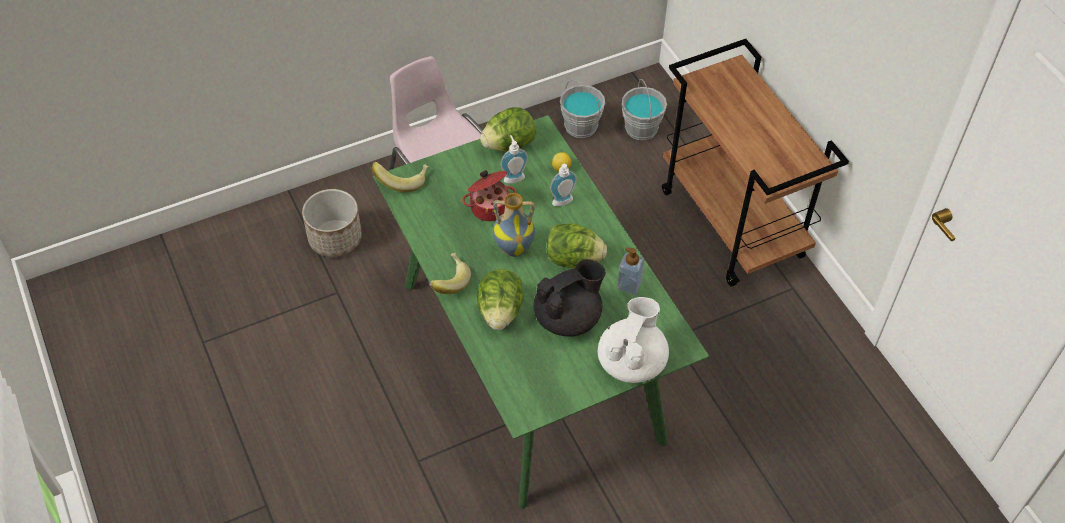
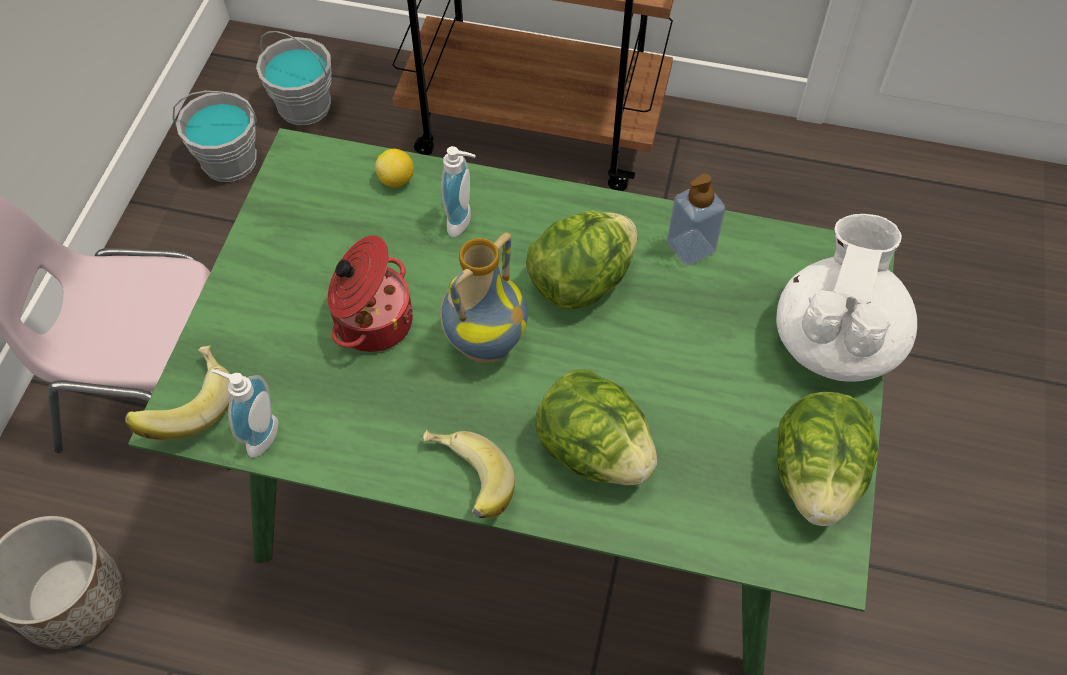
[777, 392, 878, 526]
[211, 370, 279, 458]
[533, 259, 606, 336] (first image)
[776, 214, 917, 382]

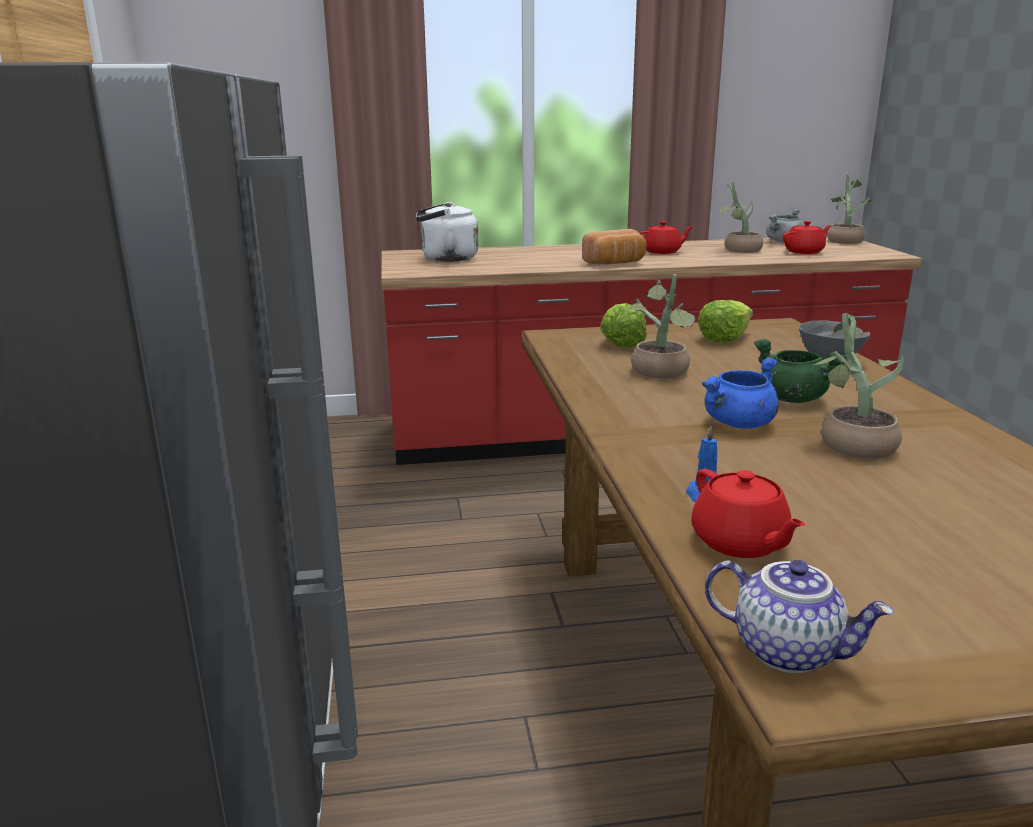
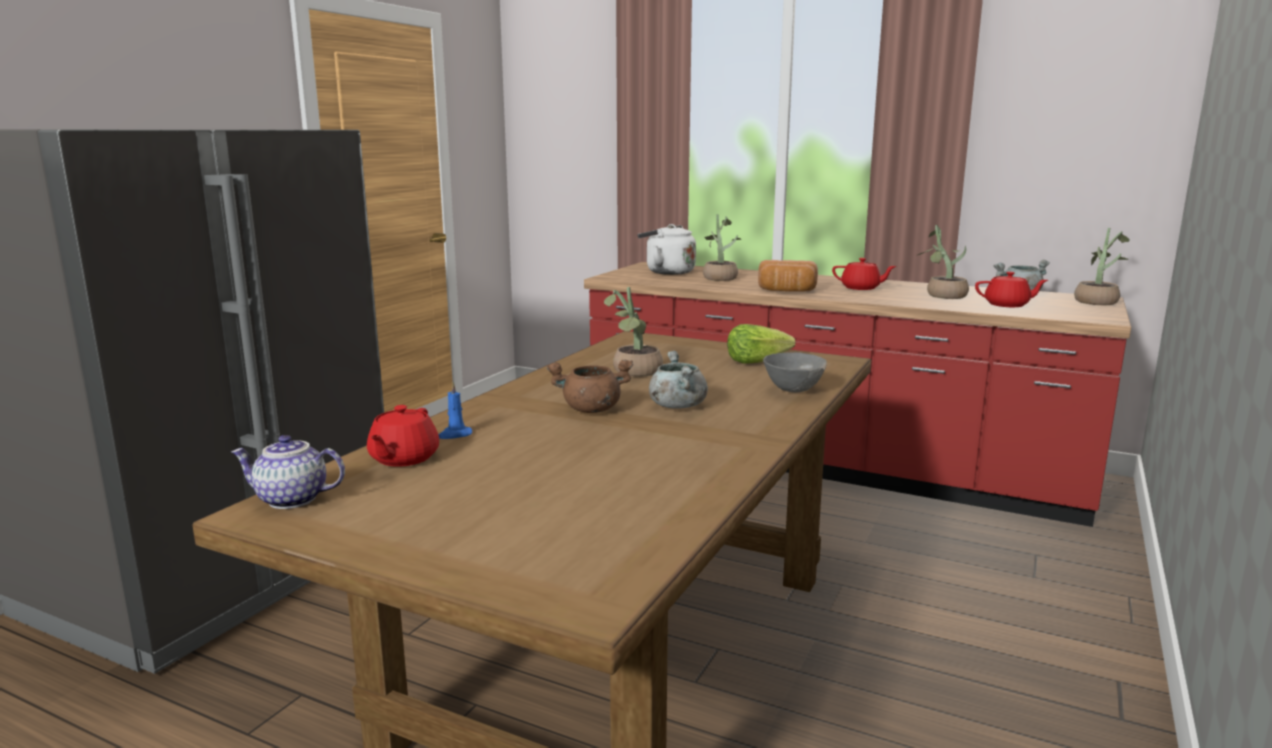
[600, 303, 647, 348] (first image)
[546, 359, 633, 413]
[231, 435, 345, 509]
[649, 351, 708, 409]
[703, 214, 742, 281]

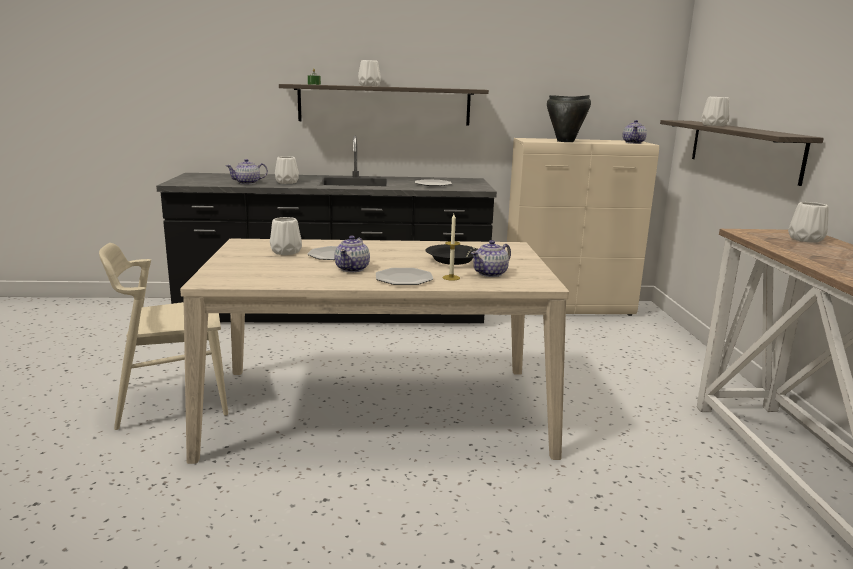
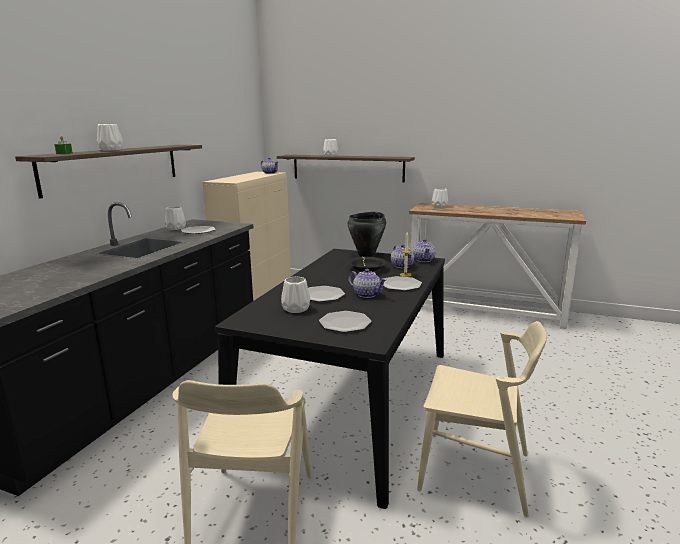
[215, 249, 445, 509]
[413, 239, 436, 262]
[165, 206, 186, 230]
[347, 212, 386, 257]
[319, 311, 372, 332]
[417, 321, 547, 517]

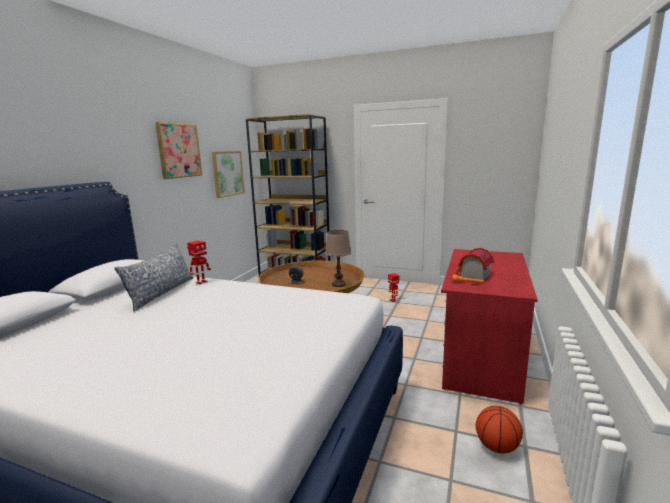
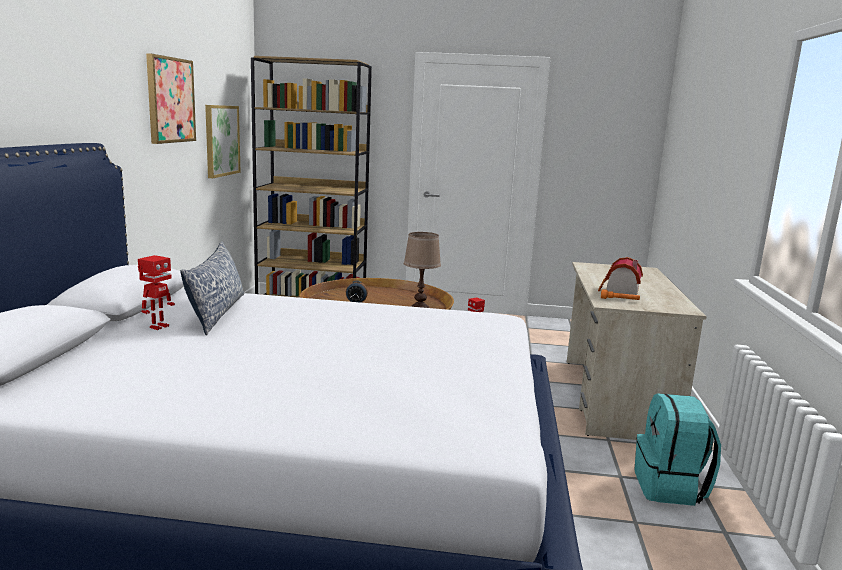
[138, 255, 175, 330]
[567, 262, 707, 440]
[635, 393, 721, 506]

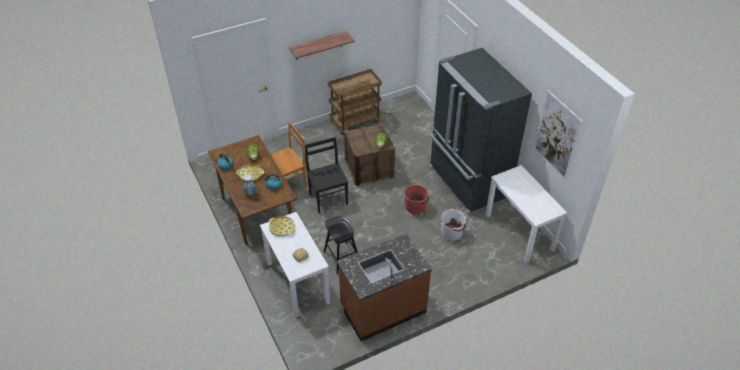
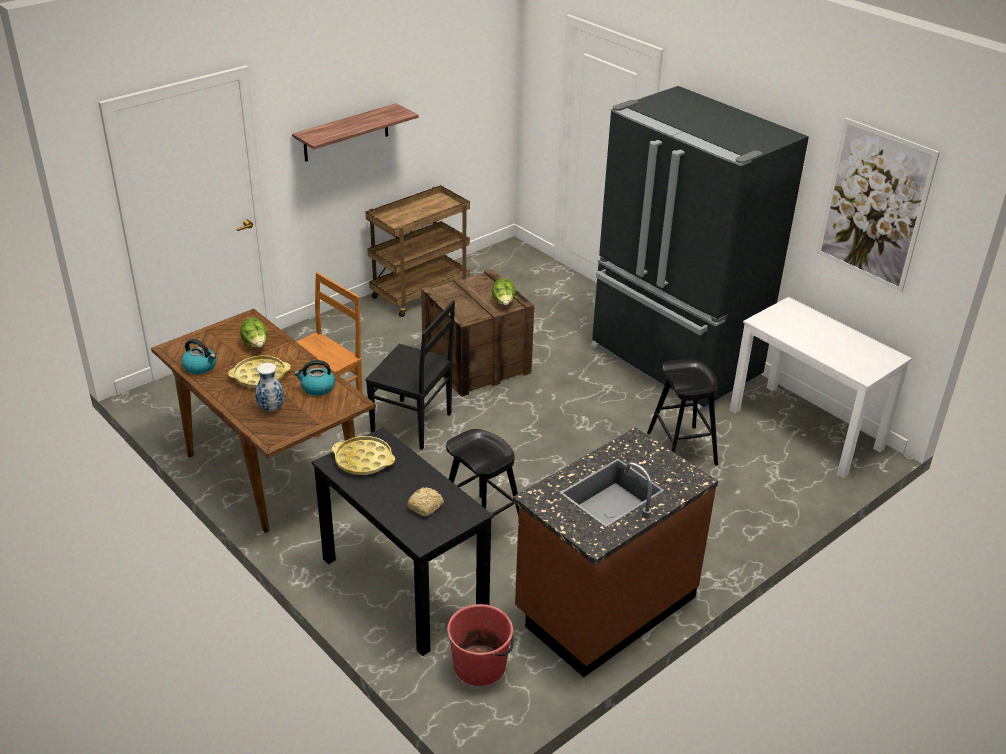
[312, 427, 494, 656]
[365, 300, 455, 450]
[447, 604, 514, 686]
[647, 359, 718, 466]

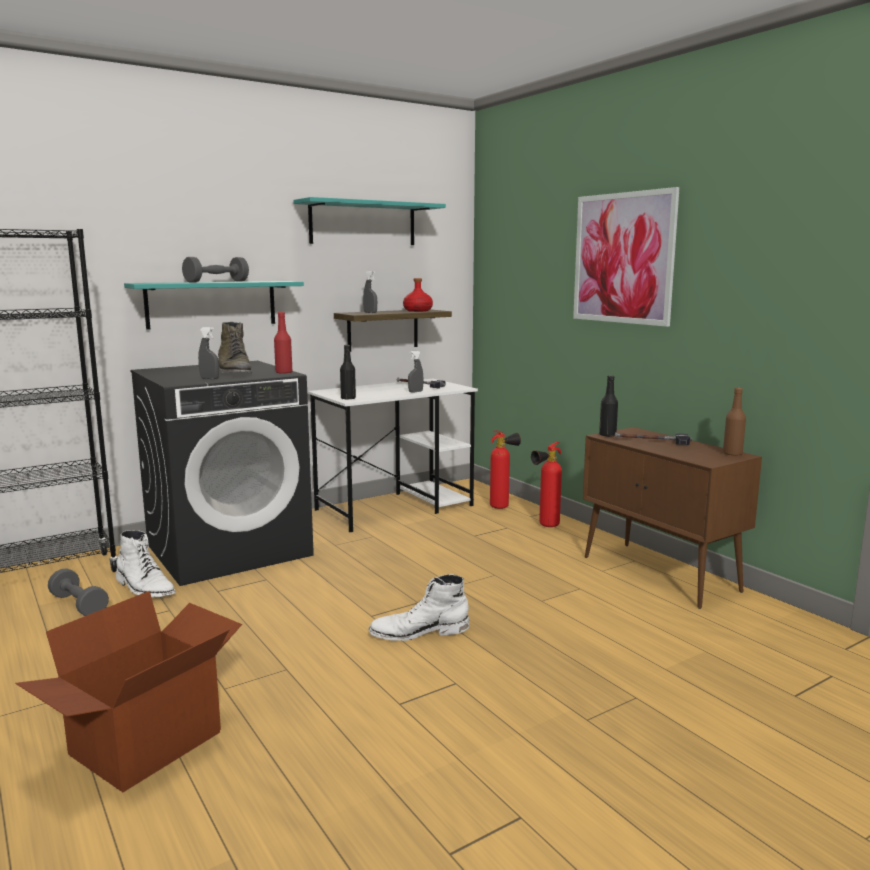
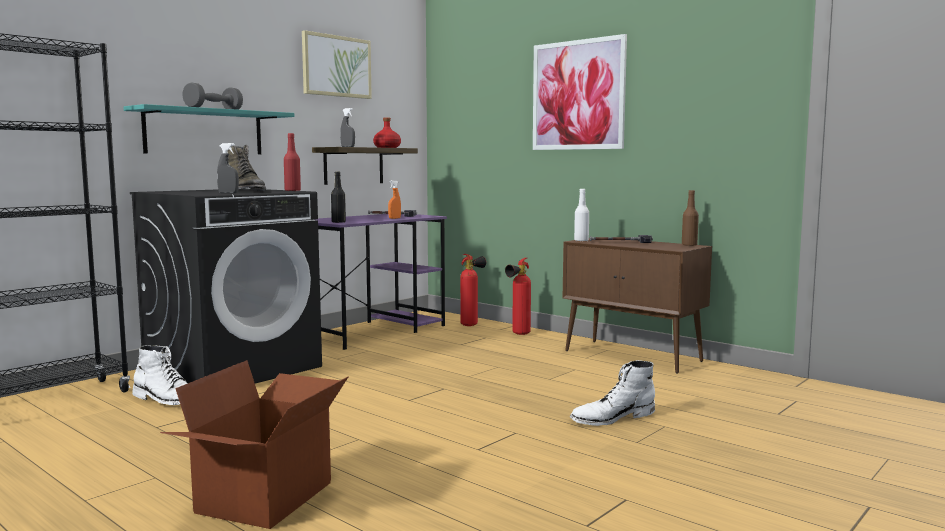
[48, 568, 109, 616] (first image)
[302, 30, 372, 99]
[314, 214, 447, 350]
[570, 360, 655, 426]
[388, 180, 401, 219]
[574, 189, 589, 241]

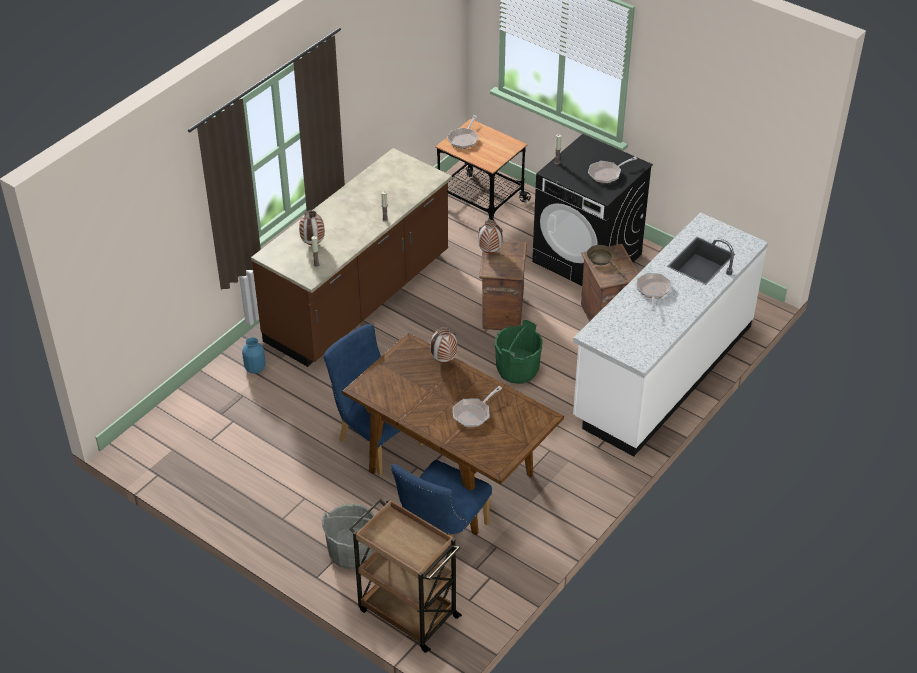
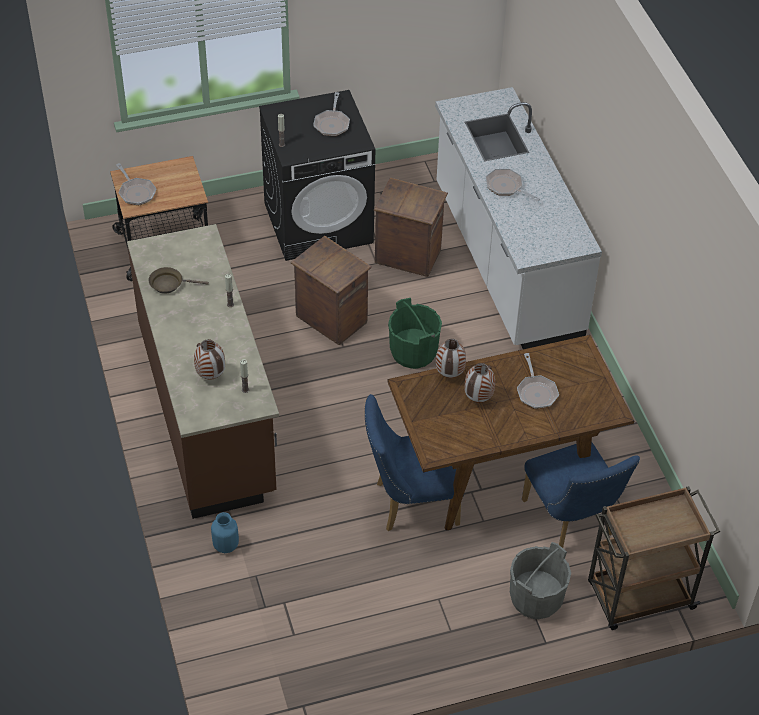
[464, 363, 495, 403]
[148, 267, 209, 294]

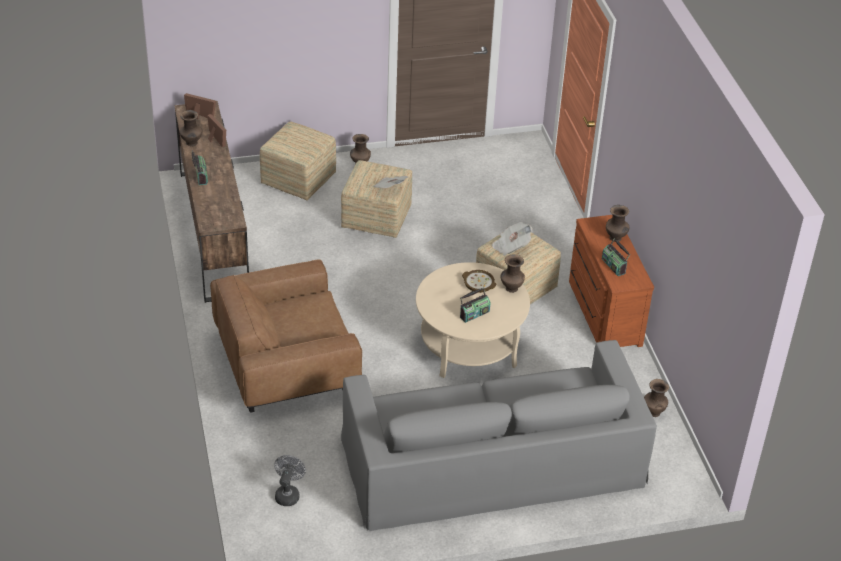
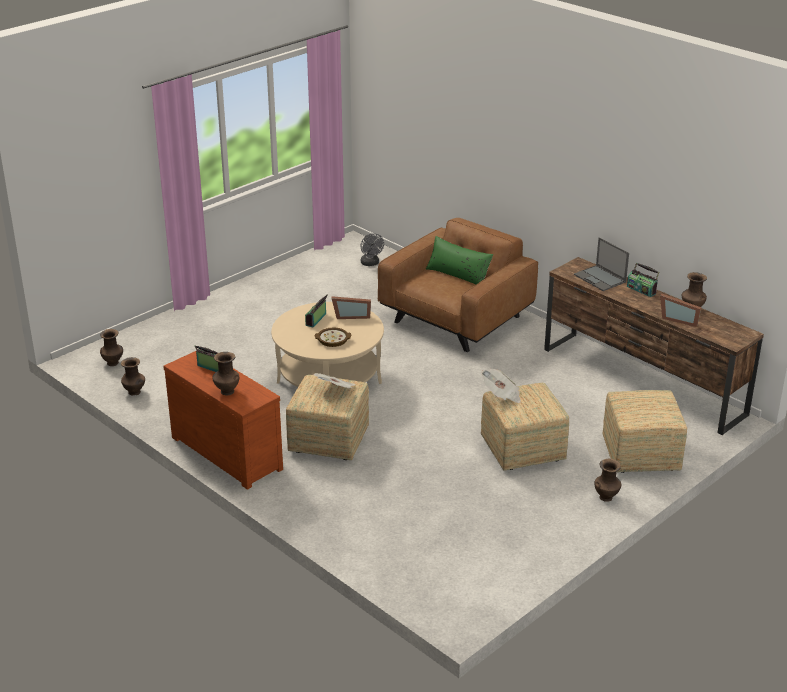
[331, 296, 371, 319]
[341, 340, 657, 531] (first image)
[100, 329, 123, 366]
[426, 236, 493, 285]
[574, 237, 629, 291]

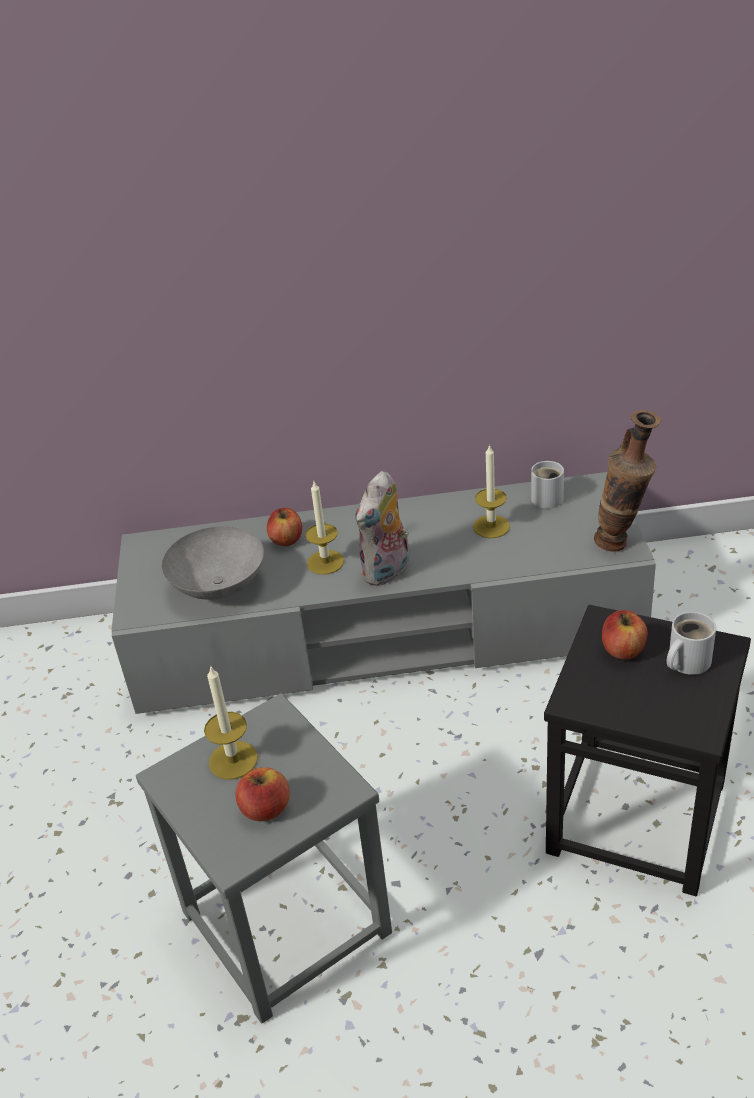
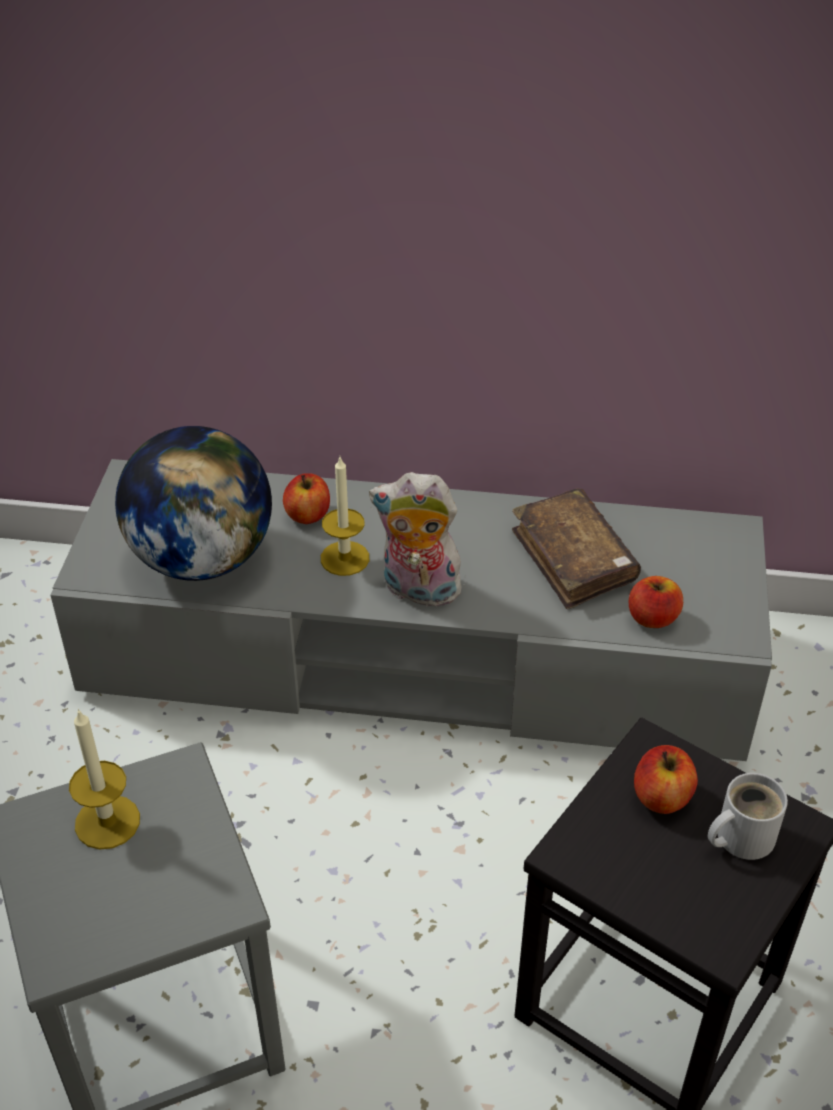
[115, 426, 272, 581]
[629, 576, 683, 628]
[369, 472, 469, 607]
[512, 488, 641, 610]
[531, 461, 564, 509] (first image)
[594, 410, 661, 552] (first image)

